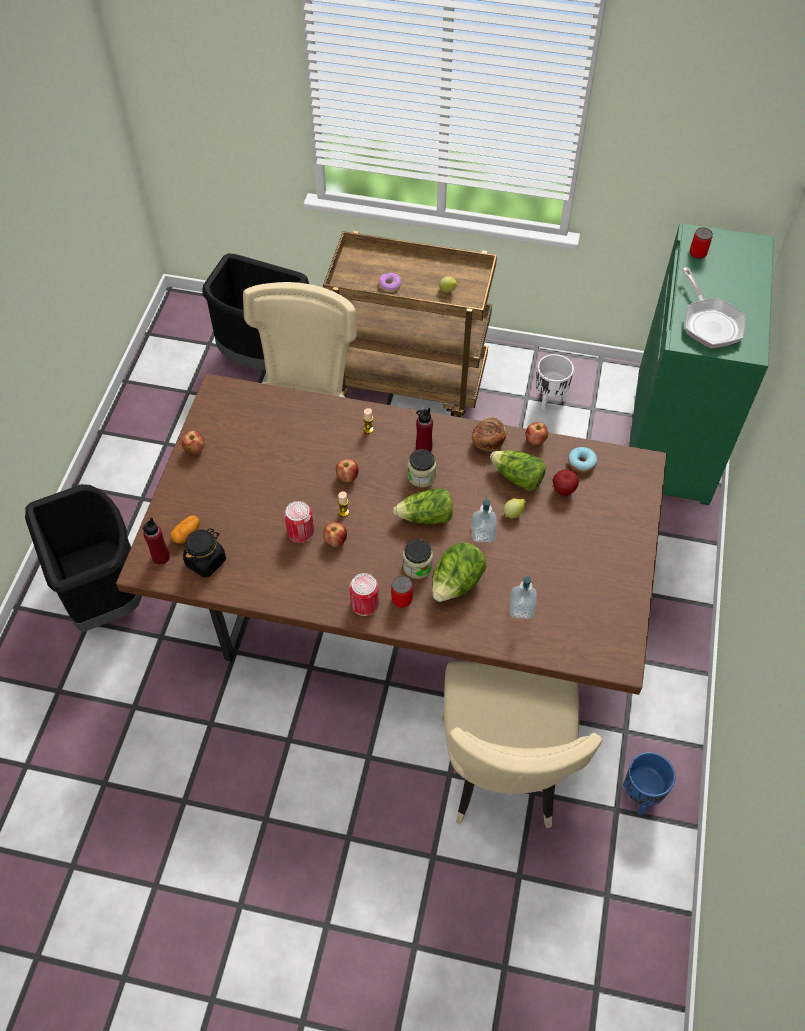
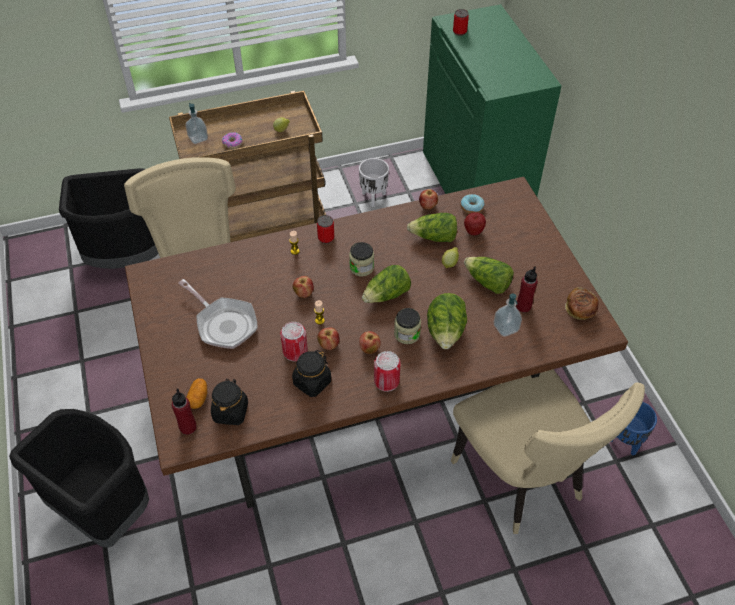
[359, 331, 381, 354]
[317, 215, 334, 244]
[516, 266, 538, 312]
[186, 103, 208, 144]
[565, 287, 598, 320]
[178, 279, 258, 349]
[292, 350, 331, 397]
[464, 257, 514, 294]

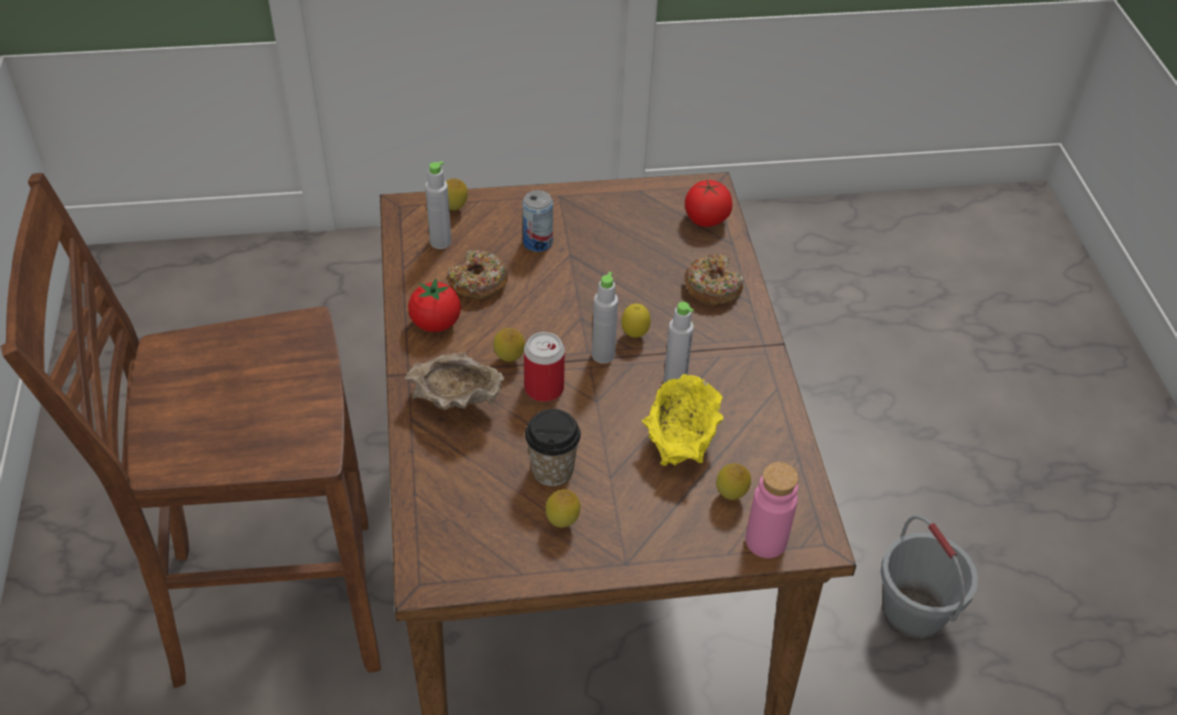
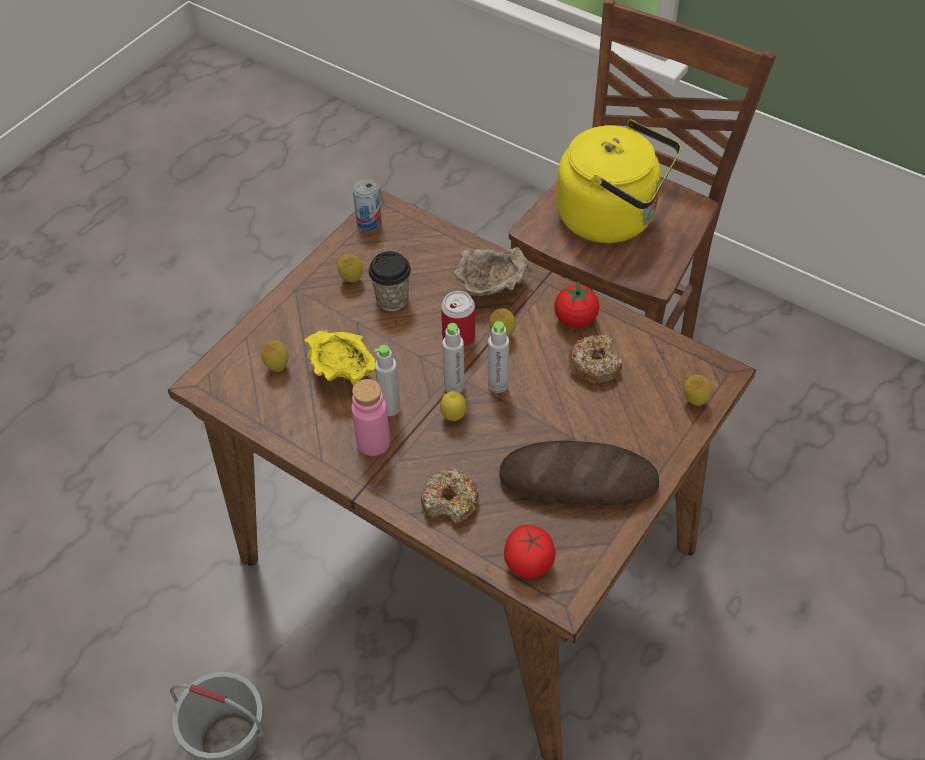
[488, 321, 509, 393]
[353, 179, 382, 231]
[352, 379, 390, 456]
[499, 441, 659, 506]
[556, 120, 681, 243]

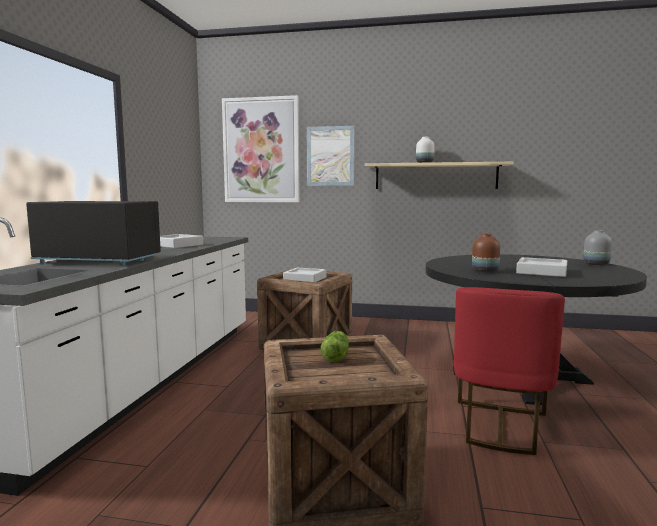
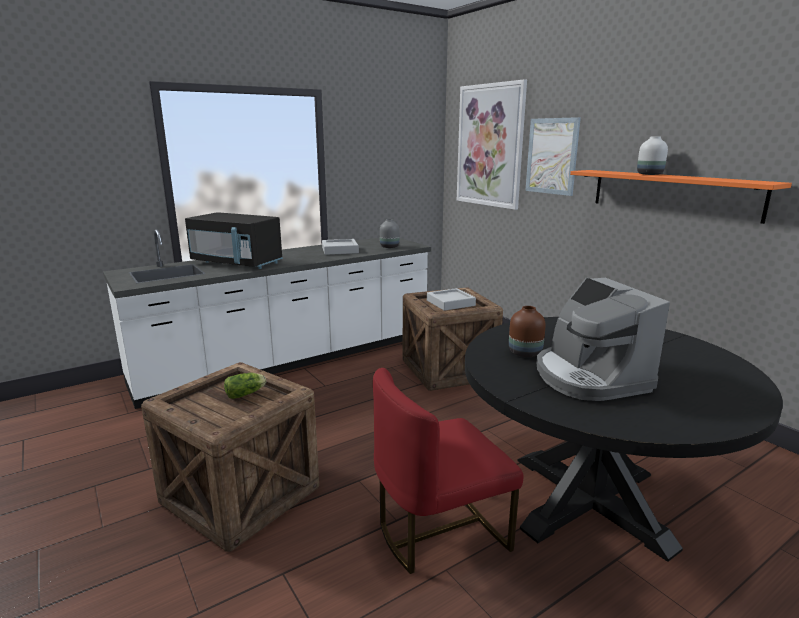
[185, 212, 283, 269]
[570, 170, 792, 224]
[536, 278, 670, 401]
[380, 219, 399, 248]

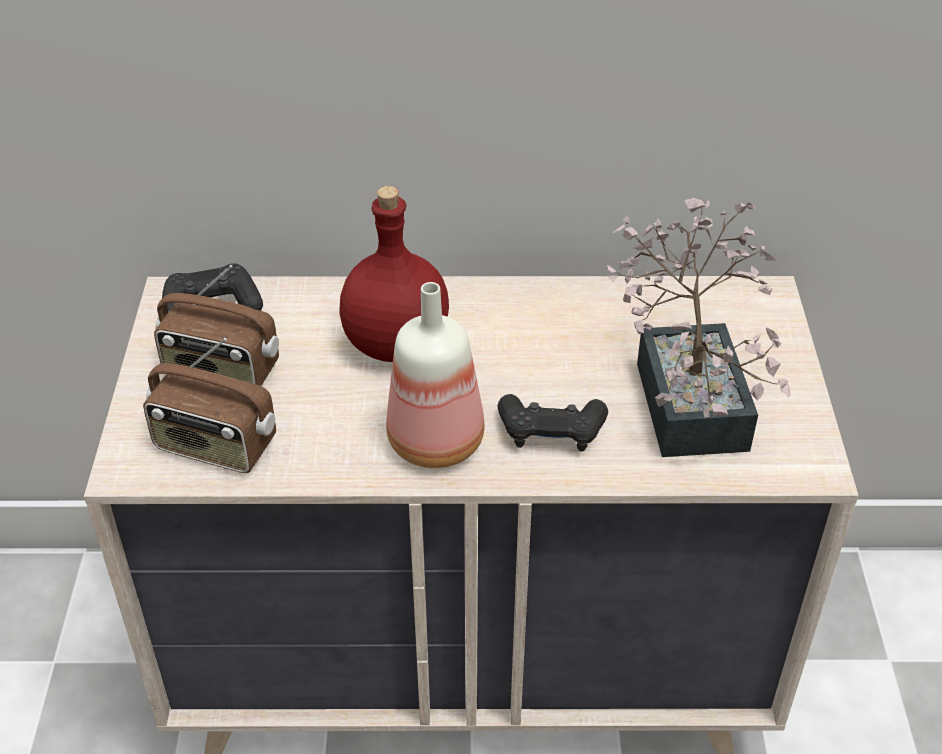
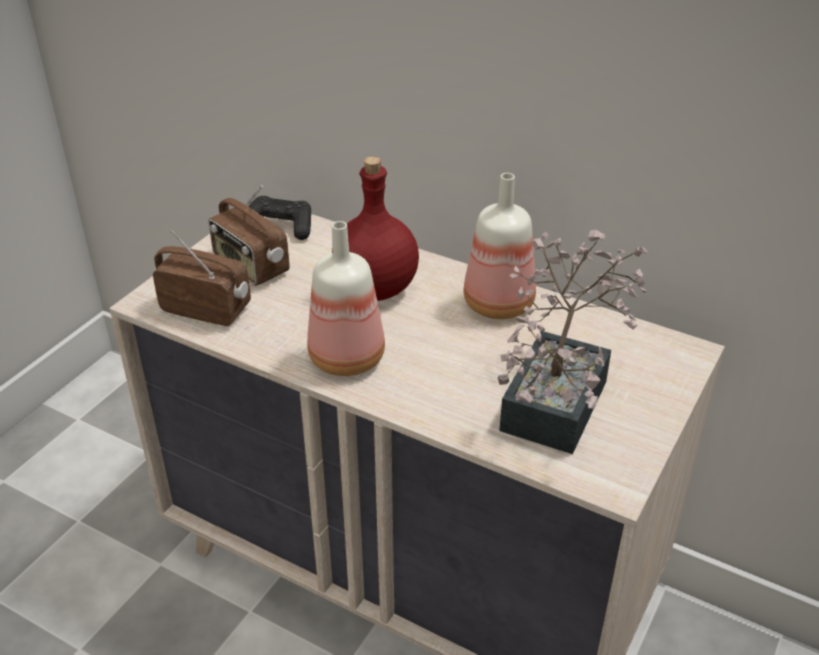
[153, 230, 251, 326]
[498, 394, 608, 452] (first image)
[463, 173, 536, 319]

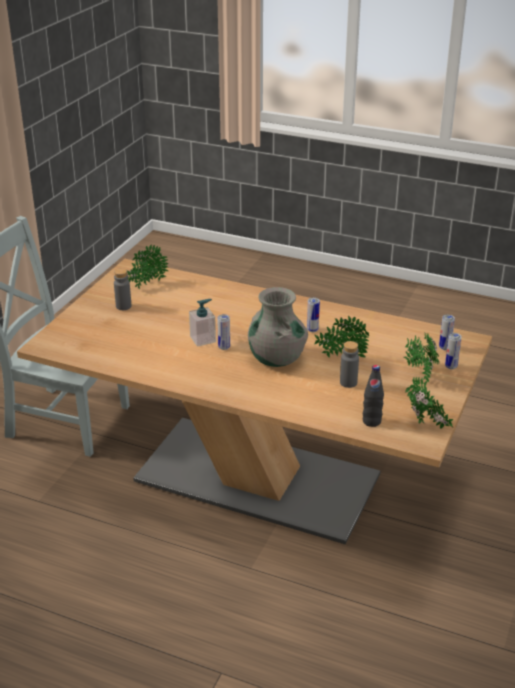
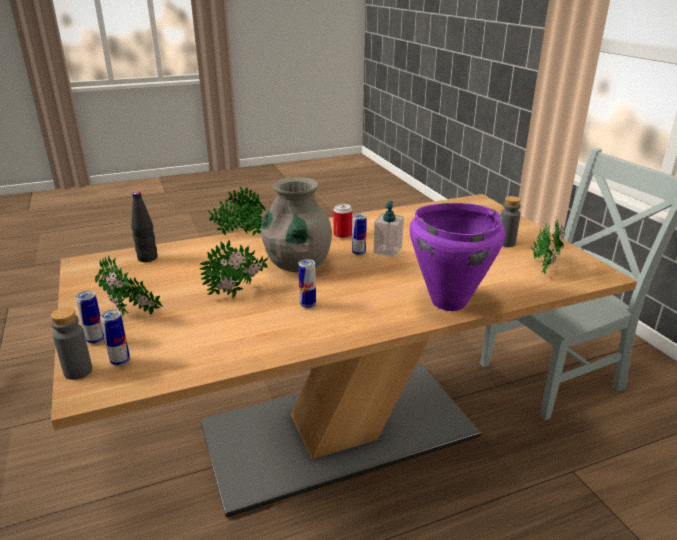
[50, 307, 92, 380]
[208, 187, 265, 236]
[333, 204, 352, 238]
[410, 203, 505, 311]

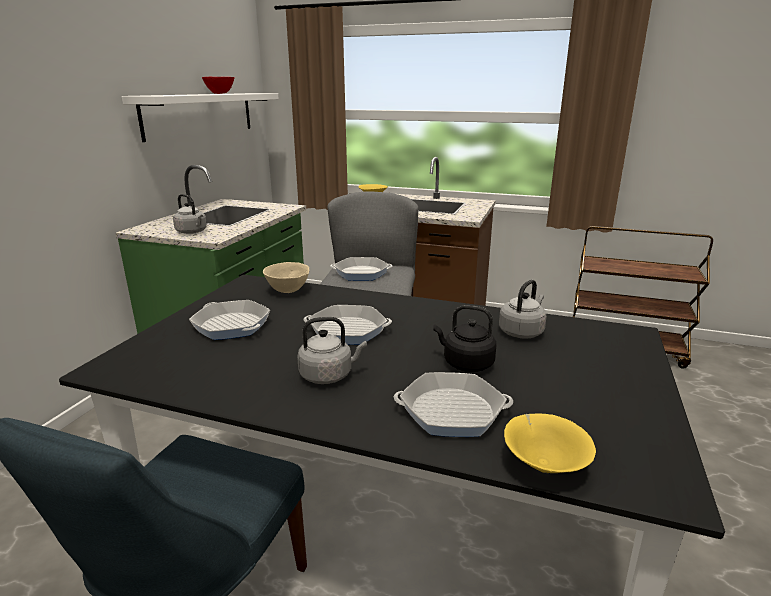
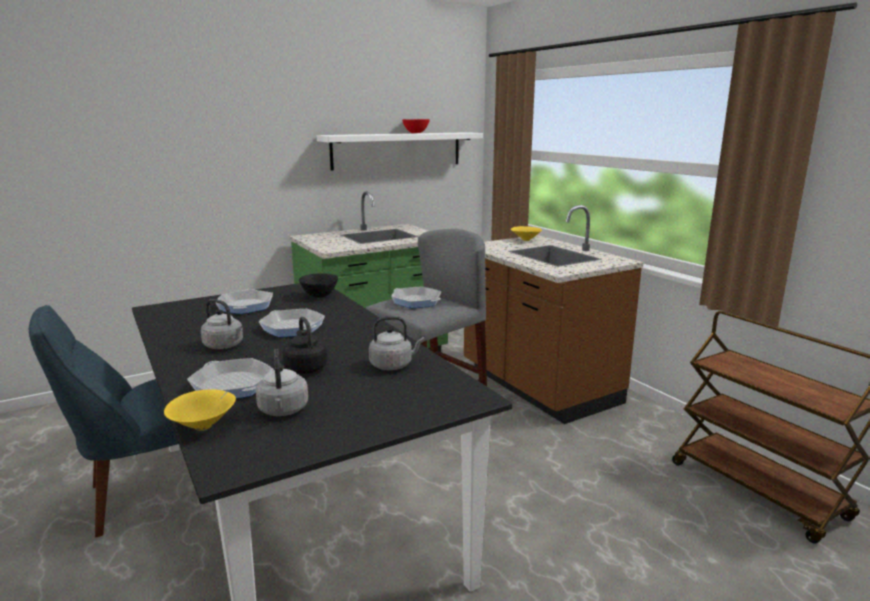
[256, 349, 308, 416]
[299, 273, 338, 298]

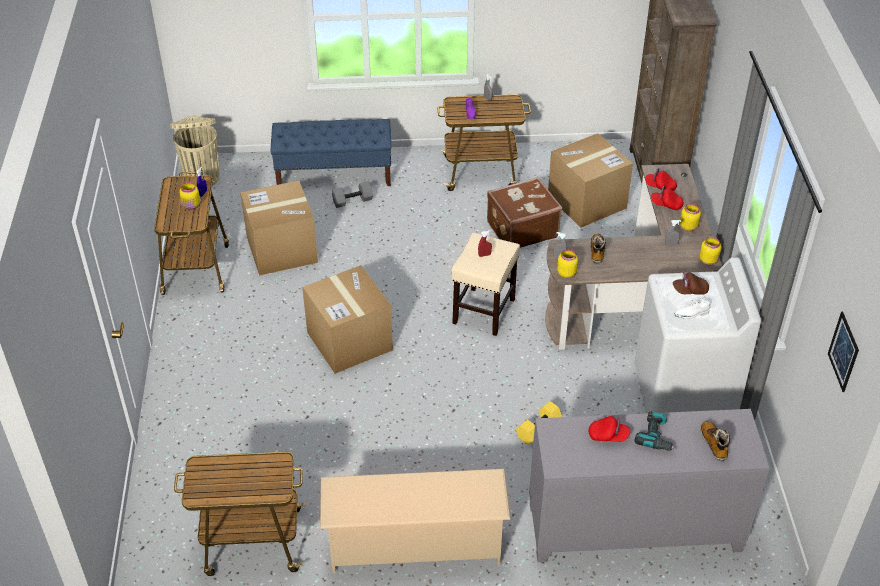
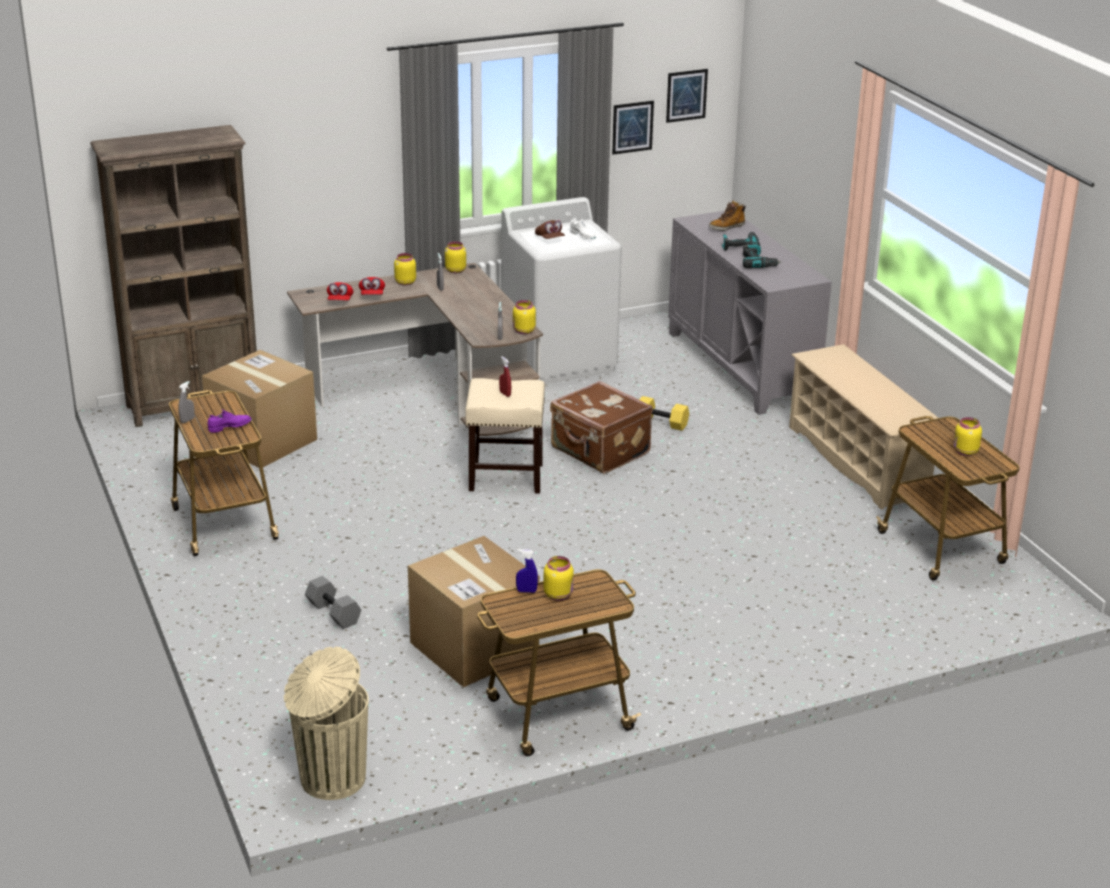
[271, 119, 391, 186] (first image)
[302, 265, 393, 374] (first image)
[550, 381, 653, 474]
[743, 244, 781, 268]
[590, 234, 606, 264] (first image)
[612, 101, 654, 155]
[953, 417, 982, 456]

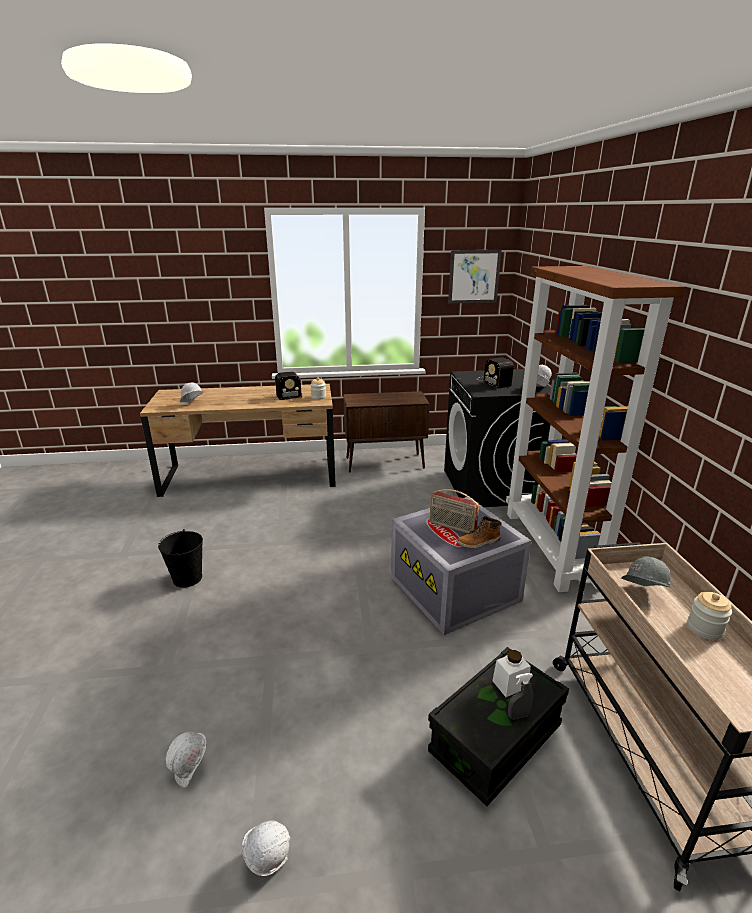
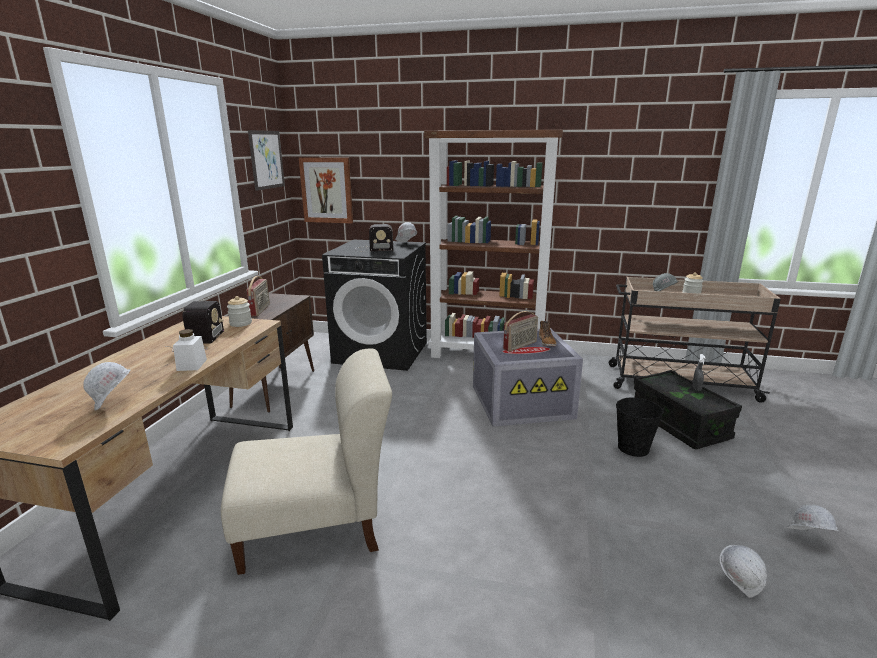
[616, 397, 664, 457]
[173, 329, 207, 371]
[221, 348, 392, 575]
[247, 276, 270, 316]
[299, 157, 353, 224]

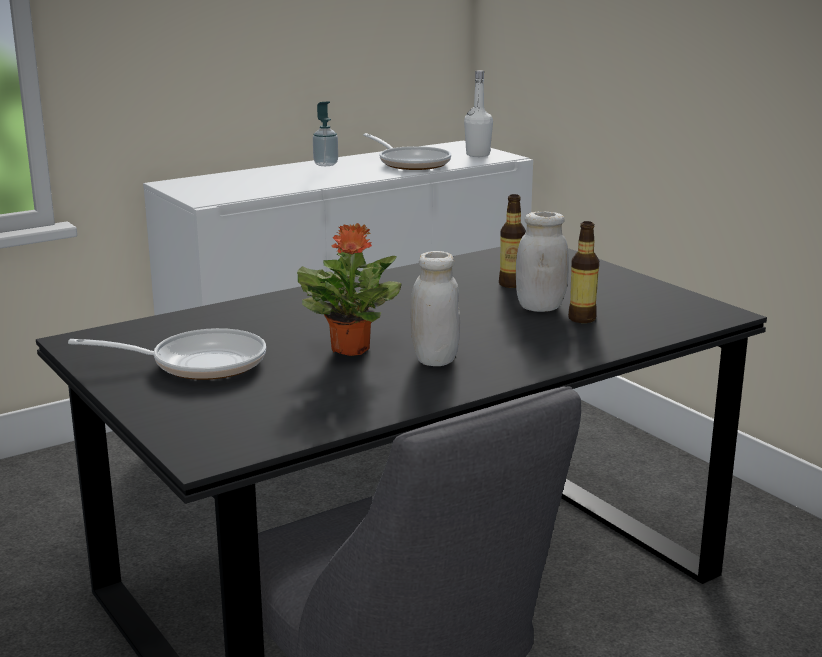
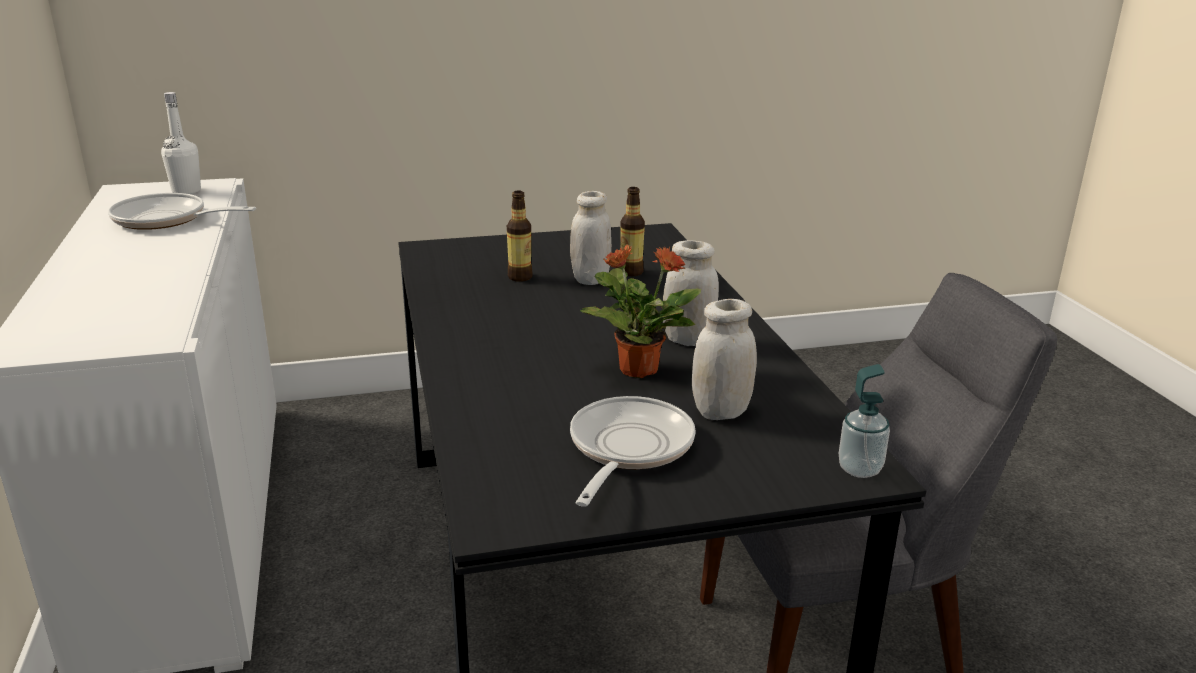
[839, 364, 890, 478]
[108, 193, 256, 230]
[692, 299, 757, 420]

